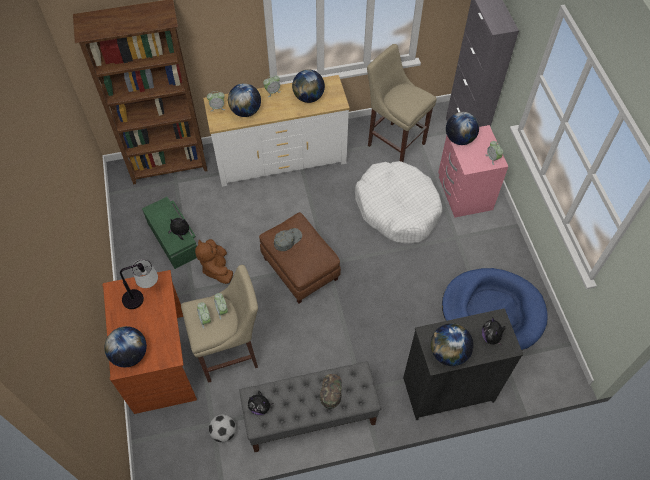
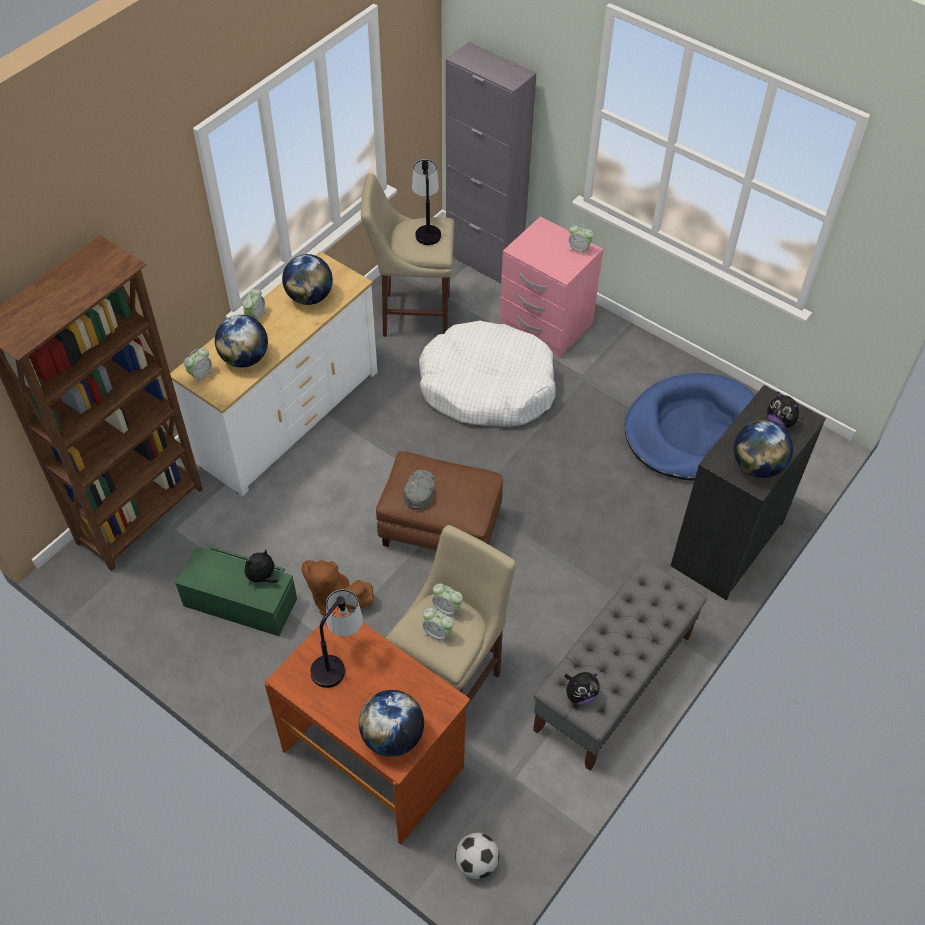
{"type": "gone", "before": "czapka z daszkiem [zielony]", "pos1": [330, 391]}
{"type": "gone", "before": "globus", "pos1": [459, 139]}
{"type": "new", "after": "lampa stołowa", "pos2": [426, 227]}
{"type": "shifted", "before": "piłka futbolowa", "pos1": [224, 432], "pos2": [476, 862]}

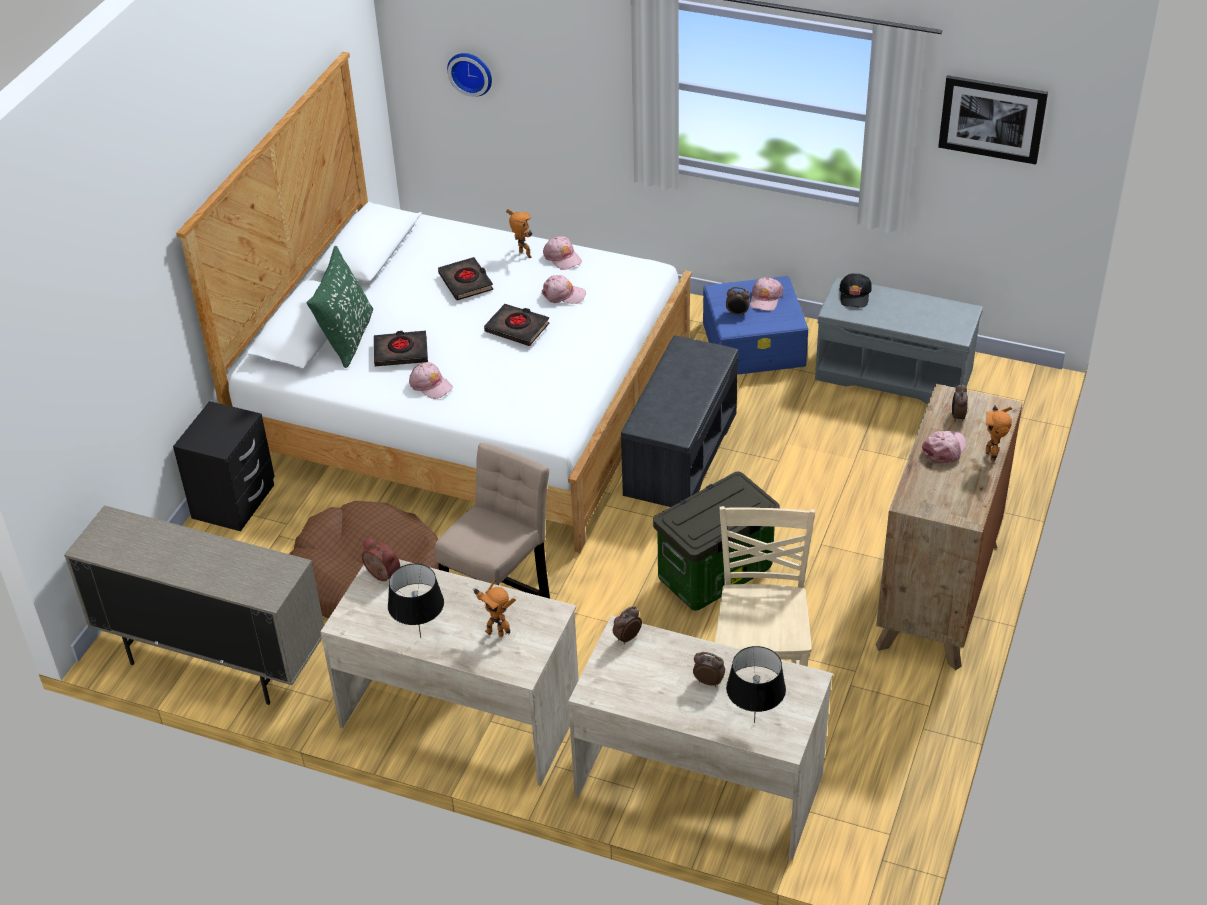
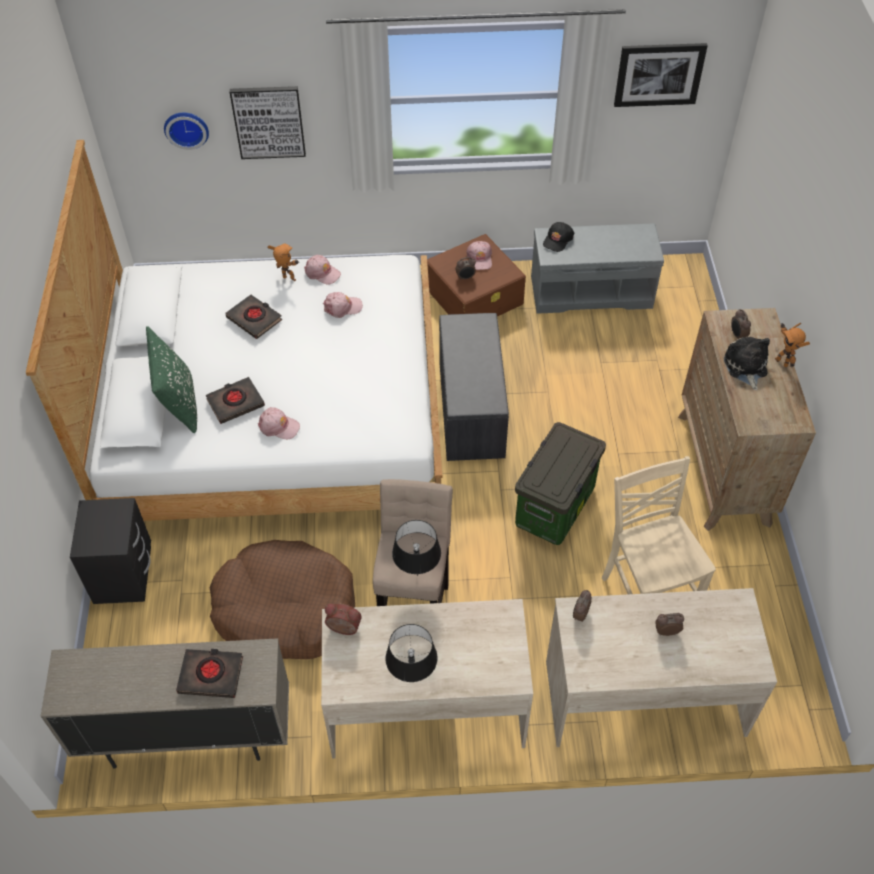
{"type": "gone", "before": "robot zabawkowy", "pos1": [495, 631]}
{"type": "new", "after": "obraz", "pos2": [268, 121]}
{"type": "shifted", "before": "książka [czarny]", "pos1": [517, 328], "pos2": [211, 675]}
{"type": "shifted", "before": "lampa stołowa [czarny]", "pos1": [753, 722], "pos2": [416, 575]}
{"type": "swapped", "before": "czapka z daszkiem [różowy]", "after": "pluszak", "pos1": [944, 449], "pos2": [745, 367]}
{"type": "repainted", "before": "pojemnik do przechowywania [niebieski]", "after": "pojemnik do przechowywania [brązowy]", "pos1": [754, 344], "pos2": [475, 295]}
{"type": "rotated", "before": "czapka z daszkiem [czarny]", "pos1": [855, 295], "pos2": [557, 240], "turn": 45}

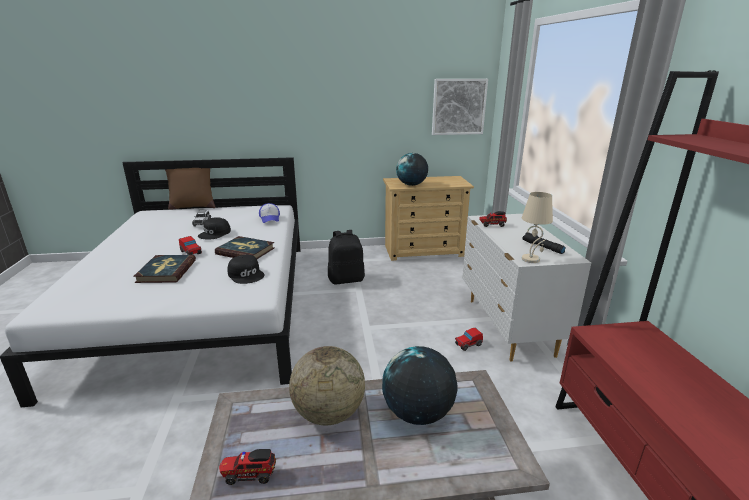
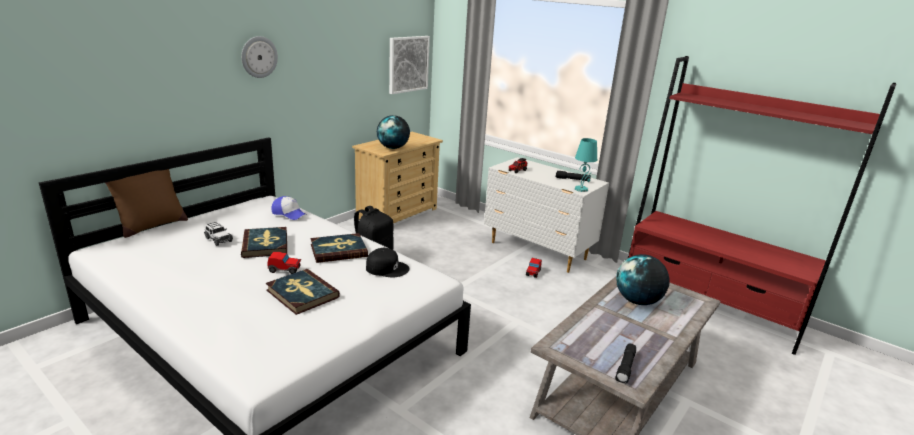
{"type": "gone", "before": "globus", "pos1": [328, 413]}
{"type": "new", "after": "zegar ścienny", "pos2": [259, 57]}
{"type": "swapped", "before": "czapka z daszkiem [czarny]", "after": "książka", "pos1": [215, 233], "pos2": [265, 245]}
{"type": "swapped", "before": "ciężarówka zabawkowa", "after": "latarka [czarny]", "pos1": [249, 474], "pos2": [626, 368]}
{"type": "repainted", "before": "lampa stołowa [beżowy]", "after": "lampa stołowa [turkusowy]", "pos1": [531, 259], "pos2": [581, 189]}

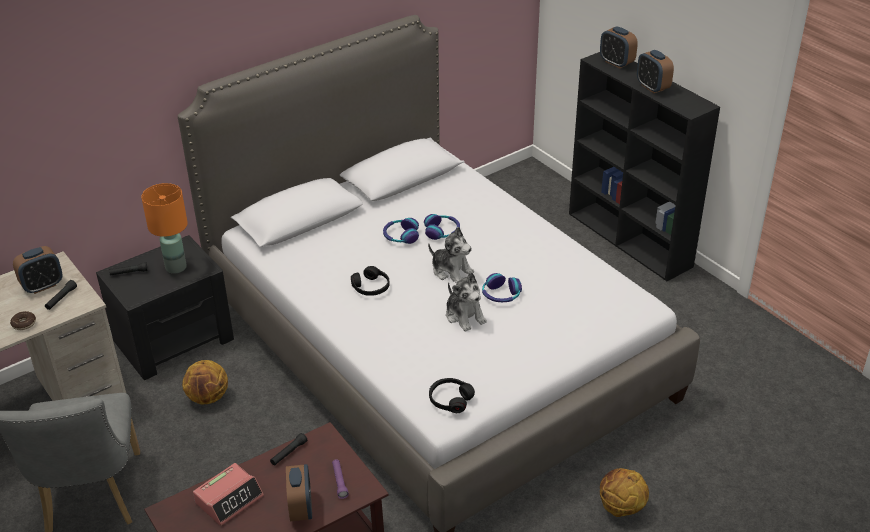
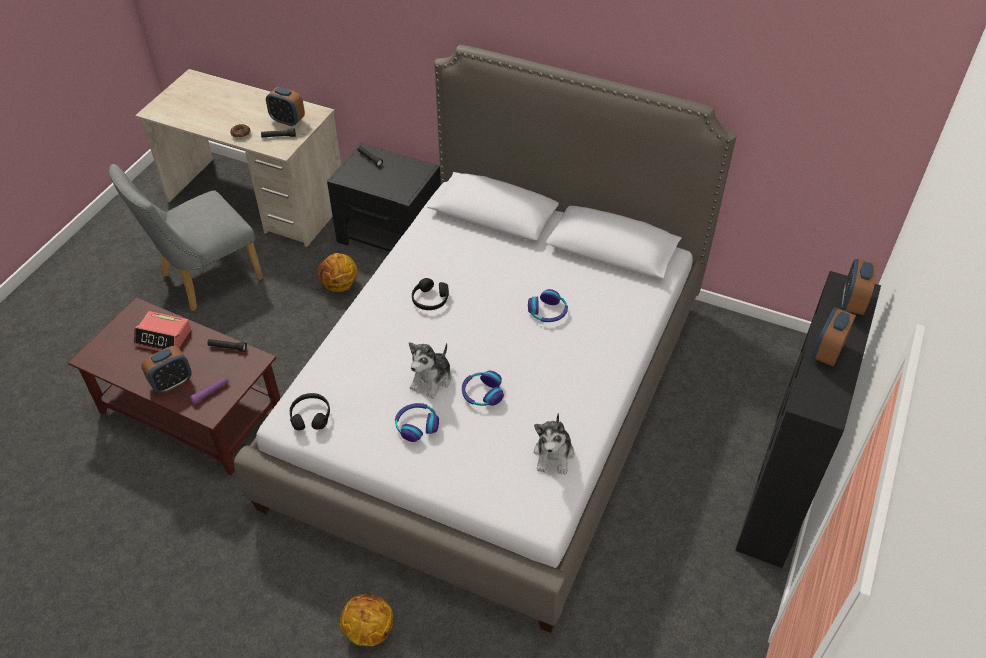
{"type": "gone", "before": "lampa stołowa [pomarańczowy]", "pos1": [175, 267]}
{"type": "shifted", "before": "słuchawki", "pos1": [401, 236], "pos2": [416, 425]}
{"type": "shifted", "before": "pluszak", "pos1": [451, 271], "pos2": [554, 454]}

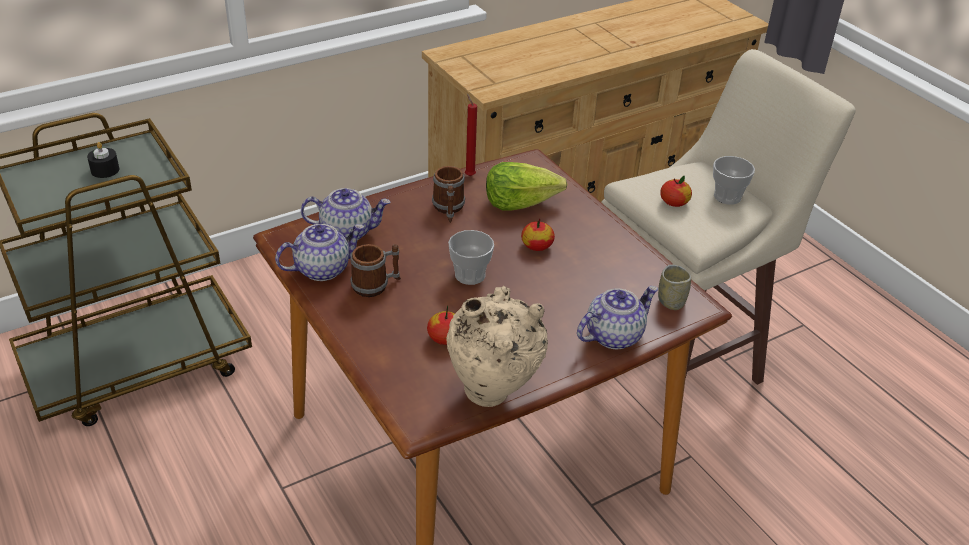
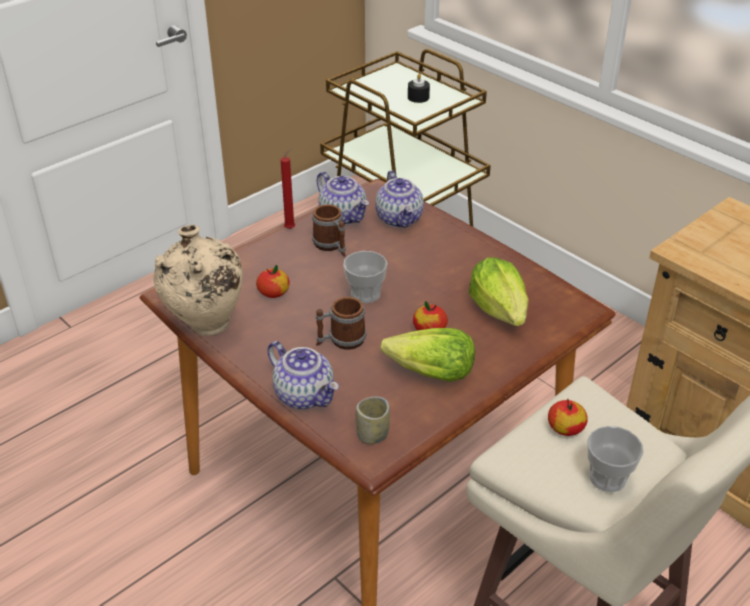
{"type": "new", "after": "sałata", "pos2": [431, 373]}
{"type": "shifted", "before": "kubek", "pos1": [448, 209], "pos2": [341, 340]}
{"type": "shifted", "before": "świeca [czerwony]", "pos1": [469, 175], "pos2": [291, 228]}

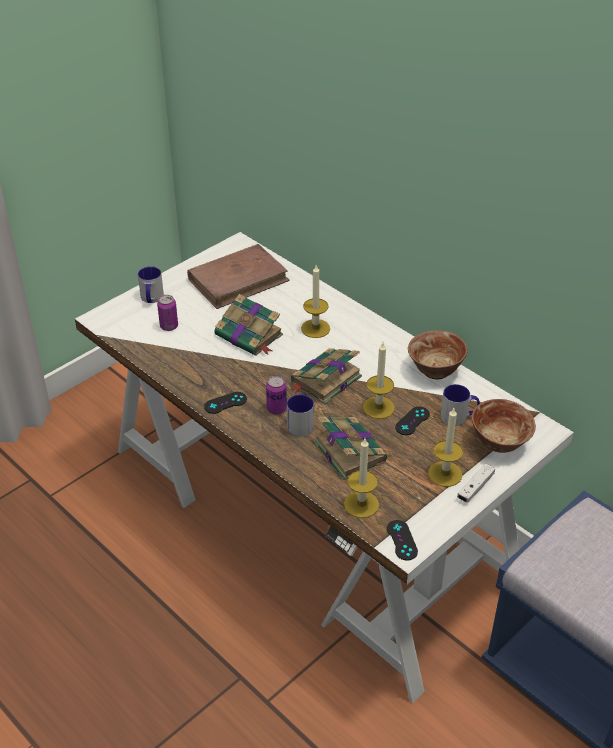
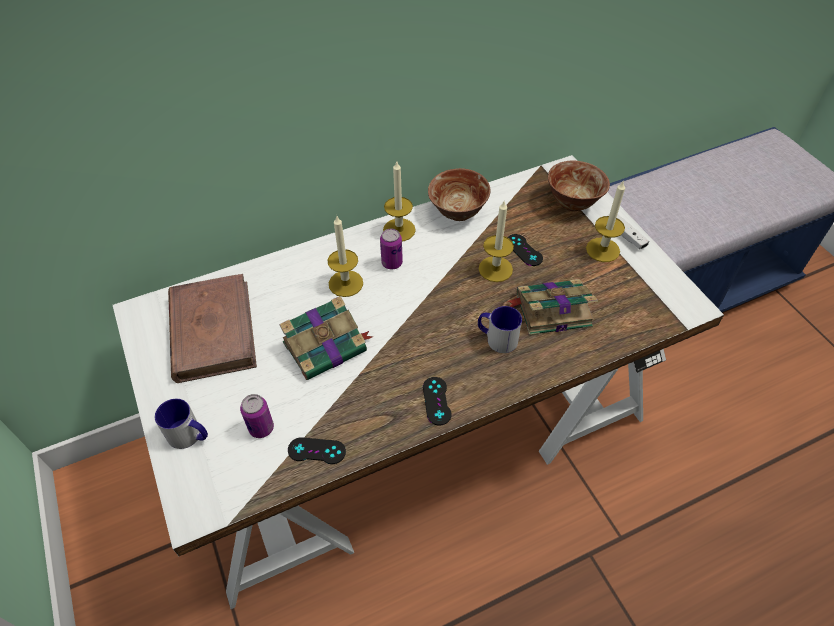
{"type": "gone", "before": "książka", "pos1": [325, 380]}
{"type": "gone", "before": "kubek", "pos1": [459, 417]}
{"type": "shifted", "before": "puszka", "pos1": [276, 409], "pos2": [392, 263]}
{"type": "shifted", "before": "świeca", "pos1": [361, 504], "pos2": [399, 230]}
{"type": "shifted", "before": "pad do gier [czarny]", "pos1": [402, 540], "pos2": [316, 451]}

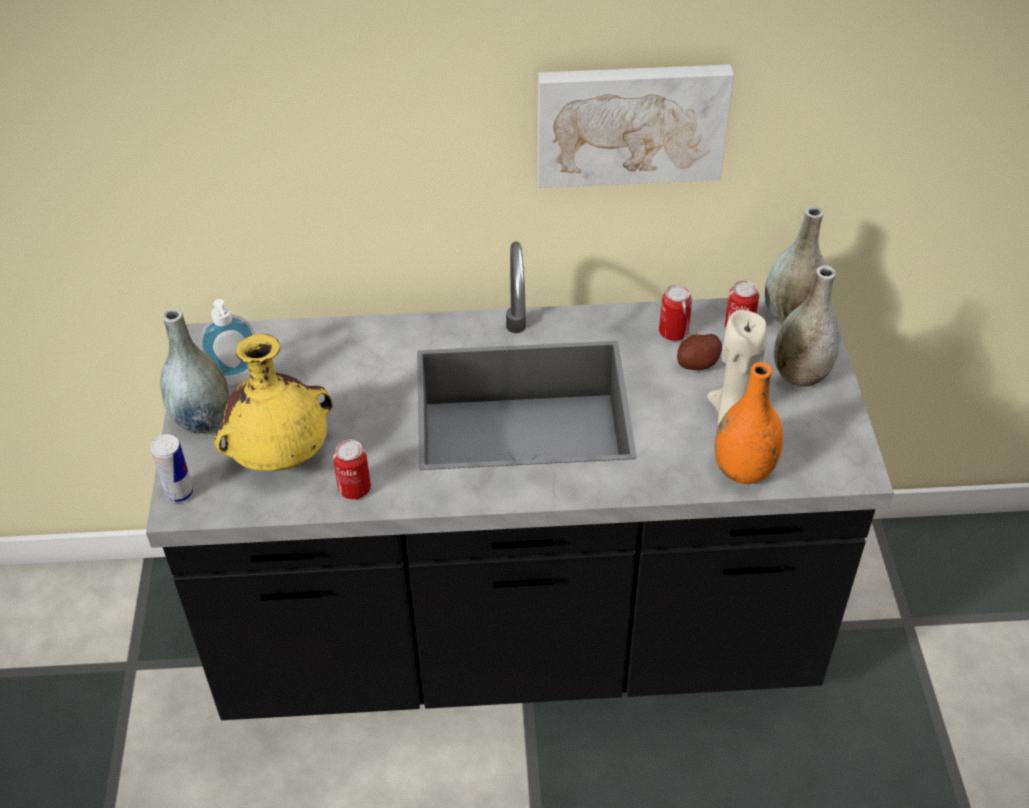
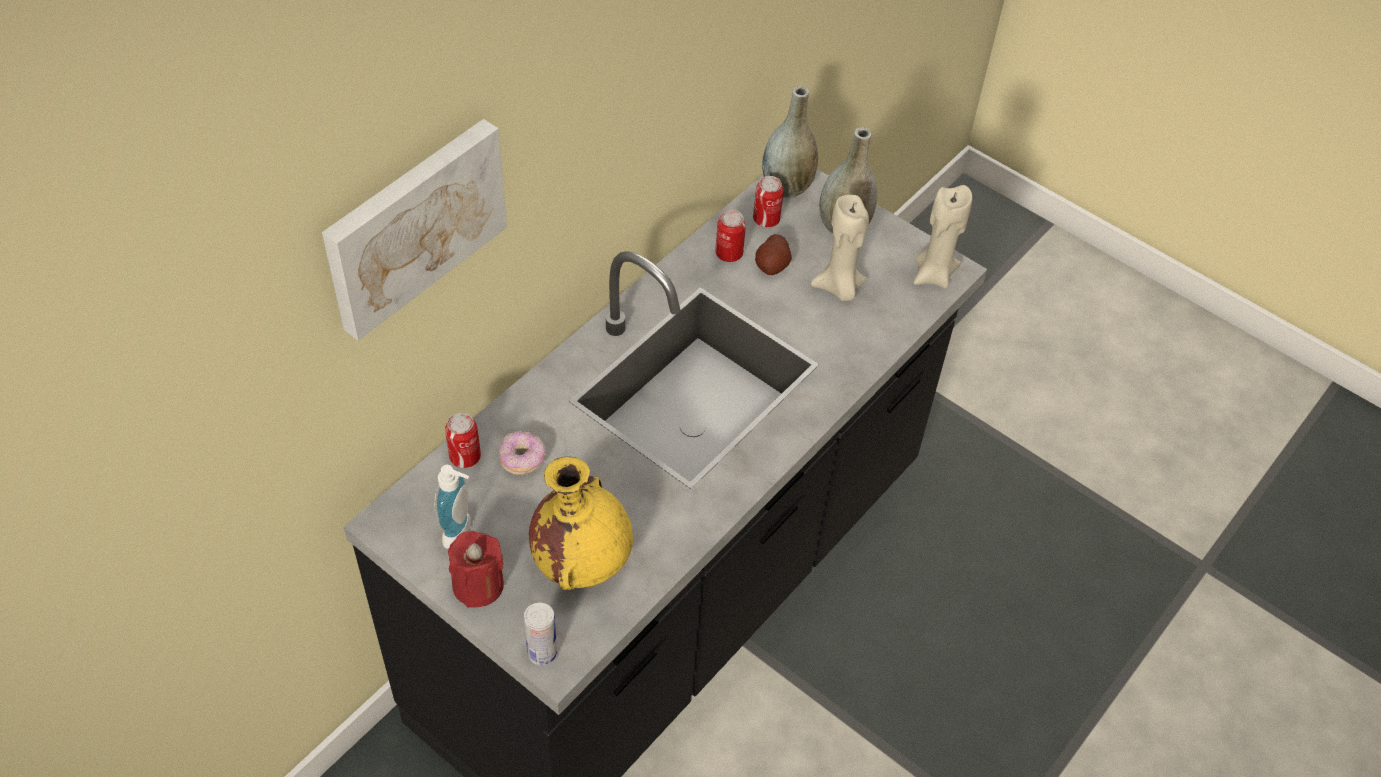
{"type": "gone", "before": "wazon [pomarańczowy]", "pos1": [743, 470]}
{"type": "new", "after": "donut", "pos2": [522, 459]}
{"type": "new", "after": "świeca [beżowy]", "pos2": [933, 275]}
{"type": "shifted", "before": "puszka", "pos1": [354, 489], "pos2": [465, 457]}
{"type": "shifted", "before": "obraz", "pos1": [631, 122], "pos2": [413, 224]}
{"type": "swapped", "before": "wazon [szary]", "after": "świeca [czerwony]", "pos1": [202, 420], "pos2": [478, 585]}

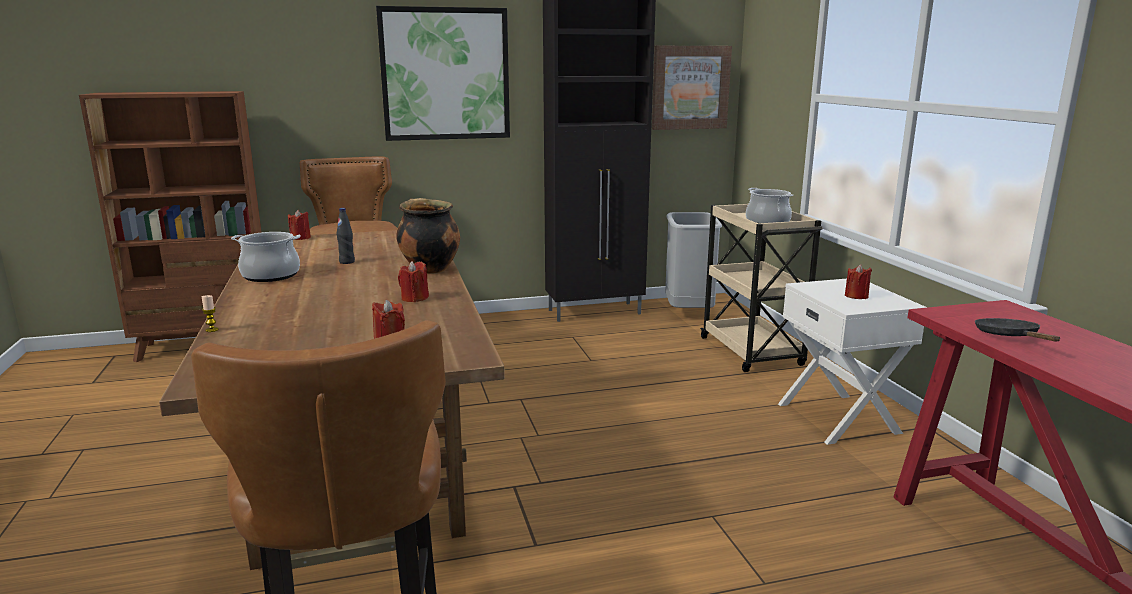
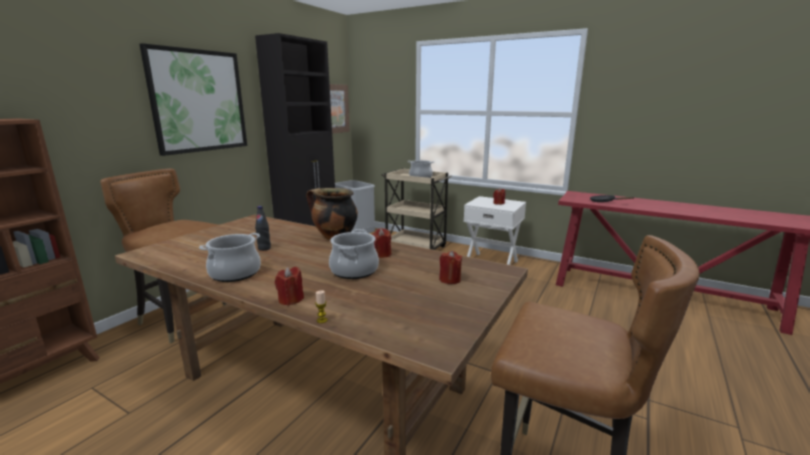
{"type": "new", "after": "garnek", "pos2": [354, 271]}
{"type": "shifted", "before": "świeca [czerwony]", "pos1": [300, 238], "pos2": [290, 299]}

